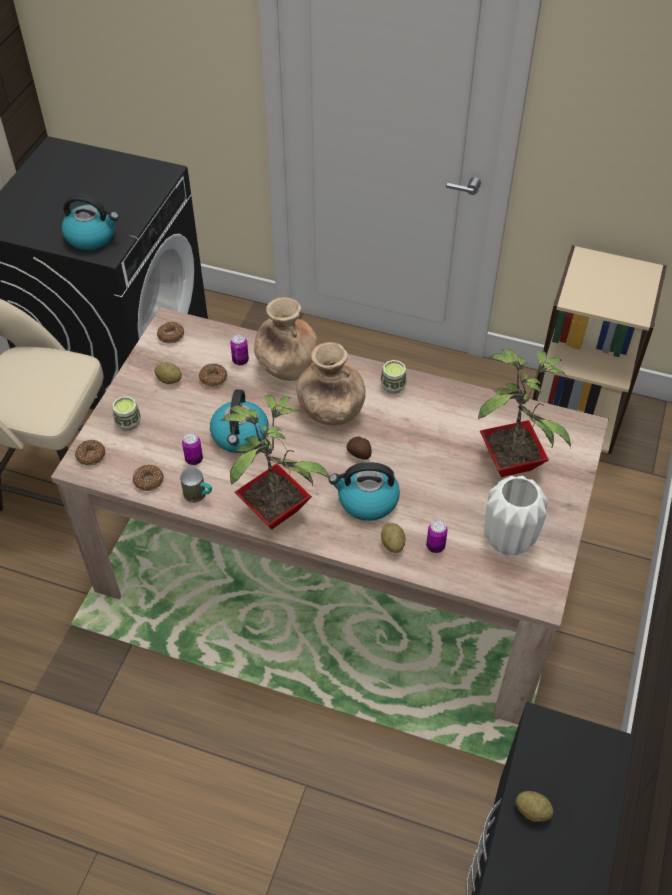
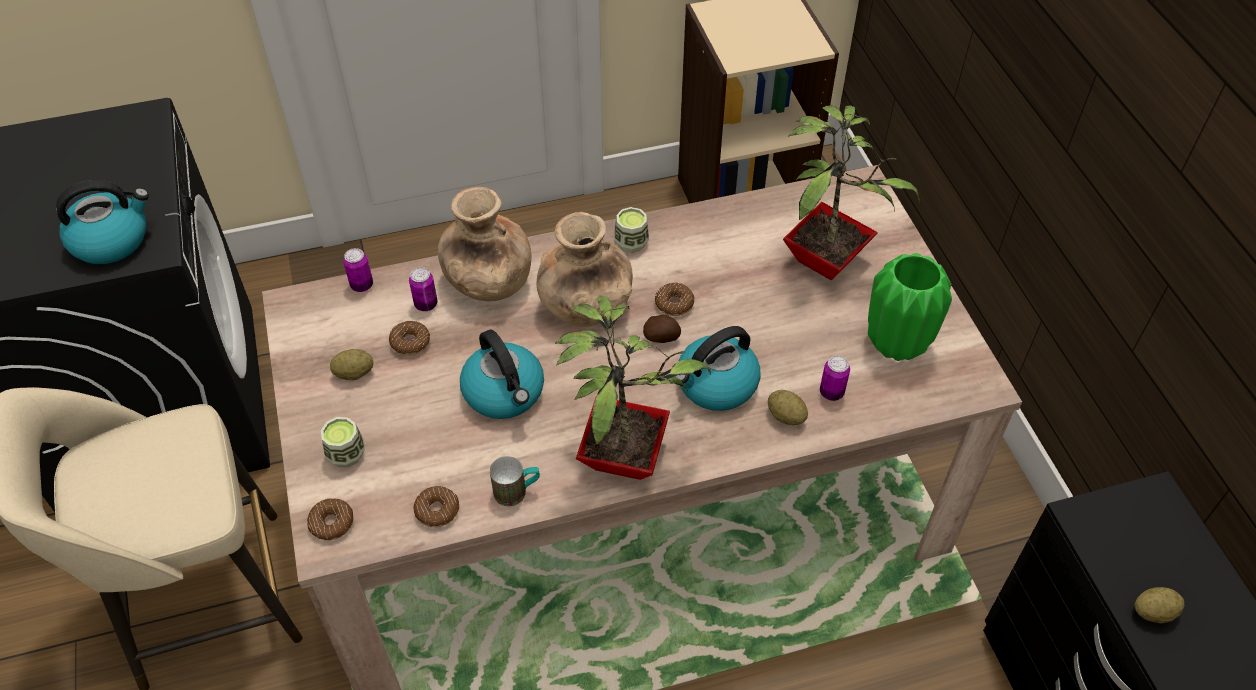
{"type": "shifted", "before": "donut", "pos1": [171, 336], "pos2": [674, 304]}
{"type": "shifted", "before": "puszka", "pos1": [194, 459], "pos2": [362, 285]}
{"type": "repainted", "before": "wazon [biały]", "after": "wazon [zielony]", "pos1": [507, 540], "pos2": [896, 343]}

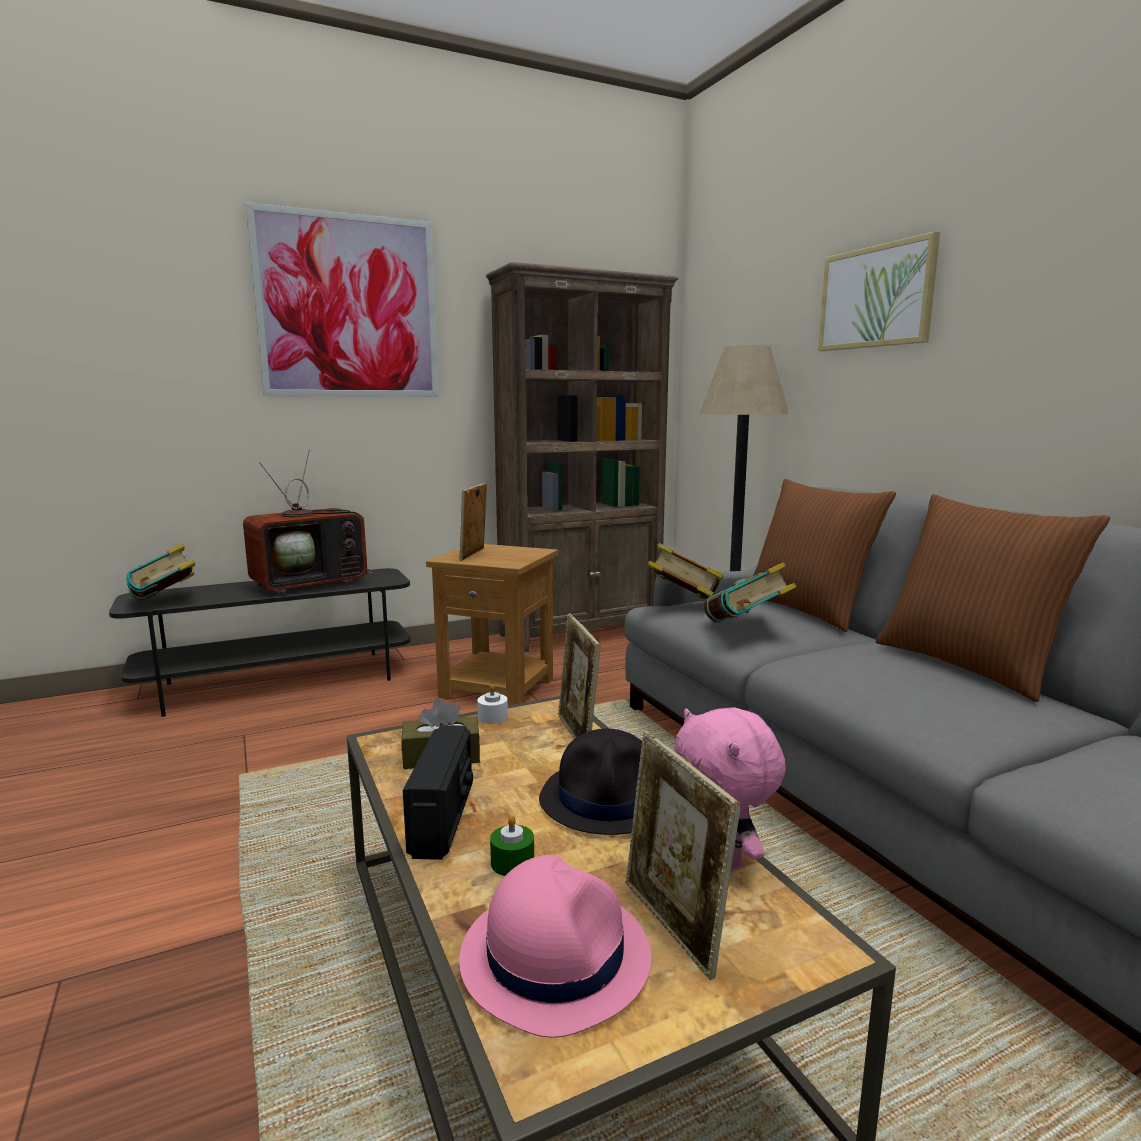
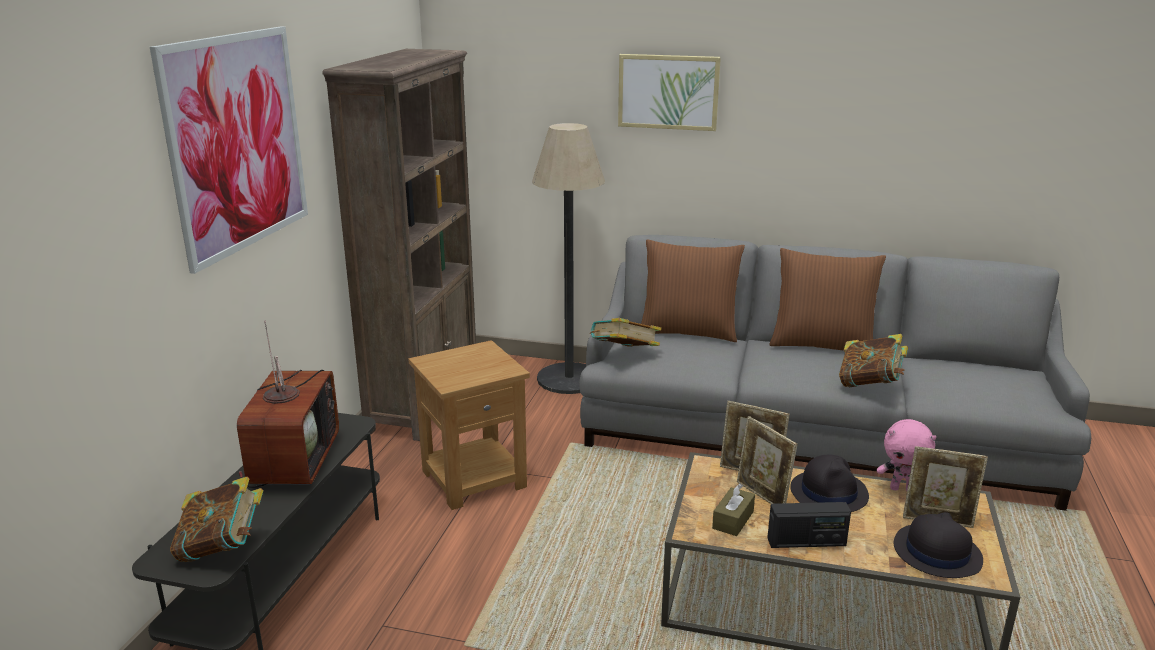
{"type": "gone", "before": "świeca [biały]", "pos1": [492, 717]}
{"type": "gone", "before": "świeca [zielony]", "pos1": [512, 862]}
{"type": "shifted", "before": "ramka na zdjęcie", "pos1": [474, 555], "pos2": [762, 496]}
{"type": "shifted", "before": "książka", "pos1": [746, 628], "pos2": [870, 384]}
{"type": "repainted", "before": "kapelusz [różowy]", "after": "kapelusz [czarny]", "pos1": [555, 955], "pos2": [936, 552]}
{"type": "rotated", "before": "radio", "pos1": [443, 819], "pos2": [806, 542], "turn": 135}

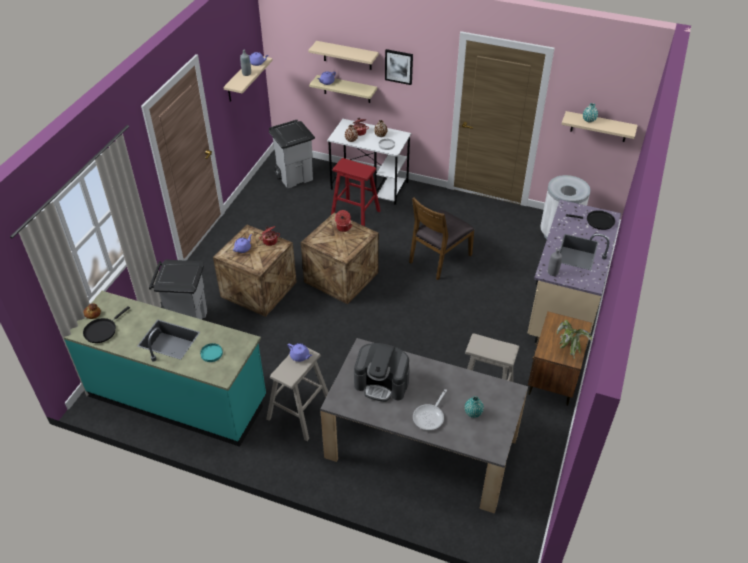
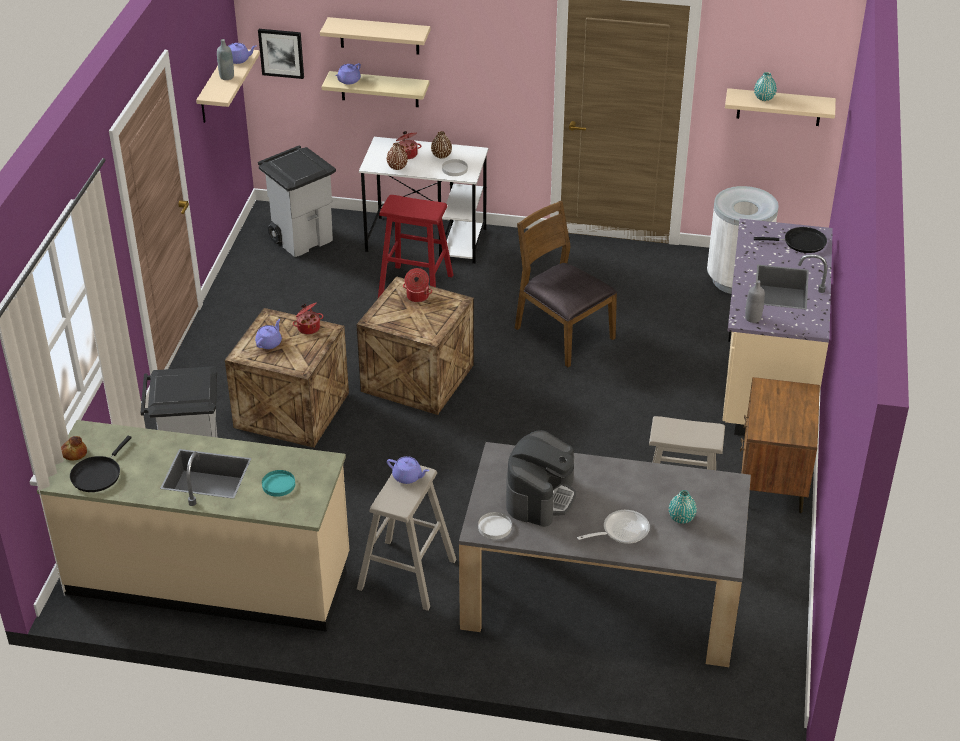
{"type": "gone", "before": "roślina doniczkowa", "pos1": [569, 346]}
{"type": "new", "after": "talerz [biały]", "pos2": [494, 527]}
{"type": "shifted", "before": "obraz", "pos1": [399, 66], "pos2": [281, 53]}
{"type": "repainted", "before": "zabudowa kuchenna [turkusowy]", "after": "zabudowa kuchenna [beżowy]", "pos1": [178, 396], "pos2": [209, 576]}
{"type": "rotated", "before": "ekspres do kawy", "pos1": [382, 383], "pos2": [540, 496], "turn": -75}
{"type": "rotated", "before": "krzesło [brązowy]", "pos1": [439, 258], "pos2": [562, 333], "turn": 105}
{"type": "rotated", "before": "patelnia", "pos1": [430, 417], "pos2": [621, 531], "turn": -135}

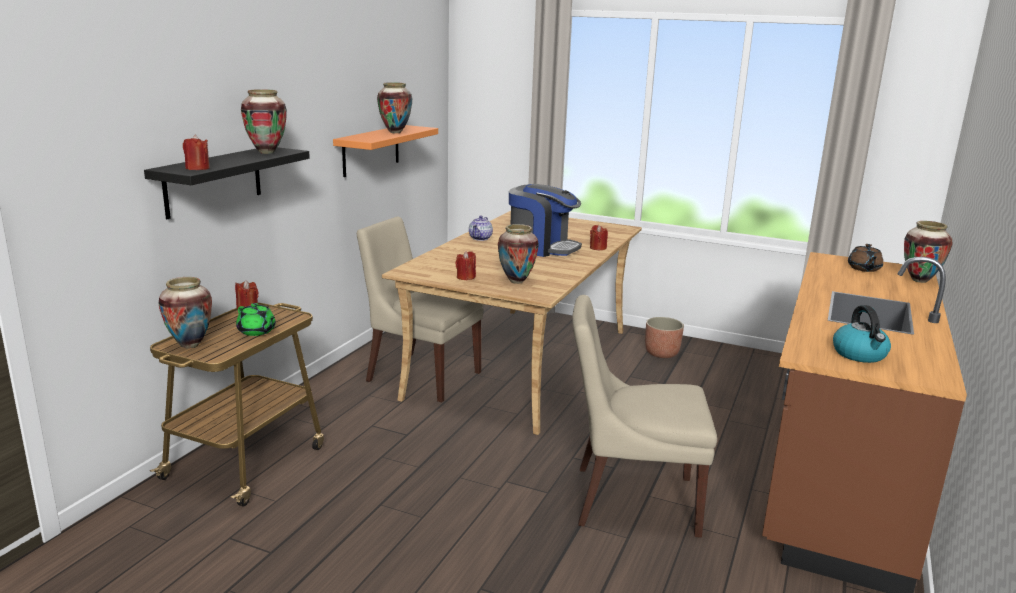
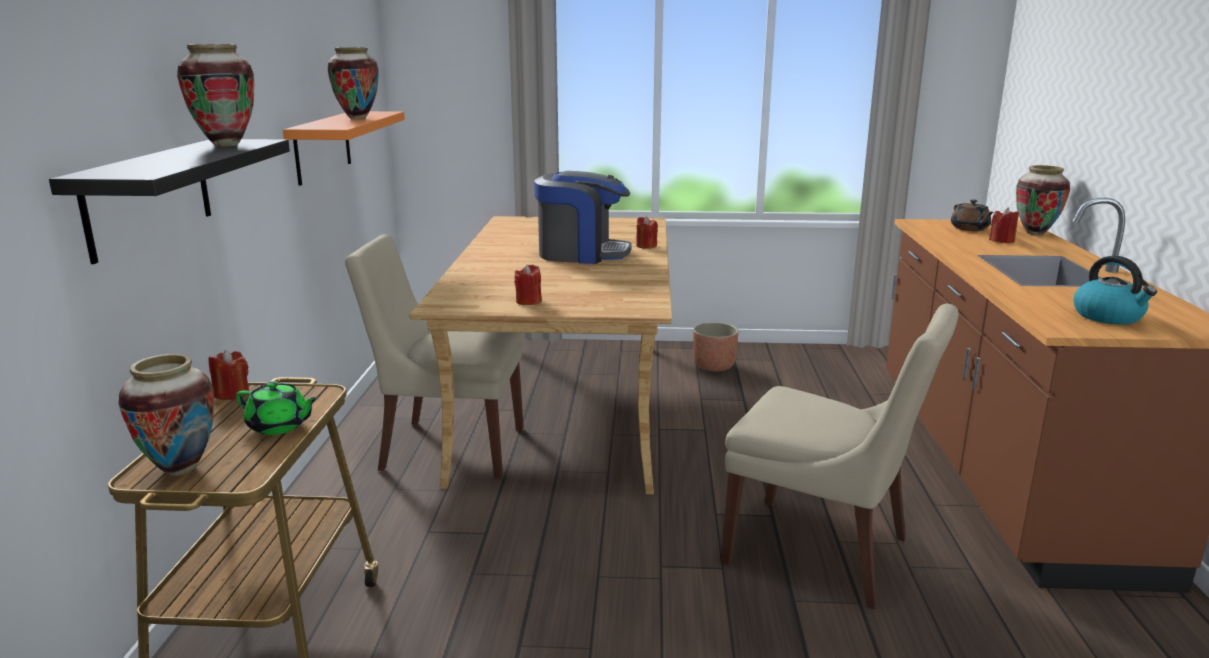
{"type": "gone", "before": "imbryk", "pos1": [480, 238]}
{"type": "gone", "before": "wazon", "pos1": [516, 281]}
{"type": "shifted", "before": "świeca [czerwony]", "pos1": [197, 168], "pos2": [1002, 241]}
{"type": "rotated", "before": "krzesło [beżowy]", "pos1": [630, 500], "pos2": [823, 552], "turn": -135}

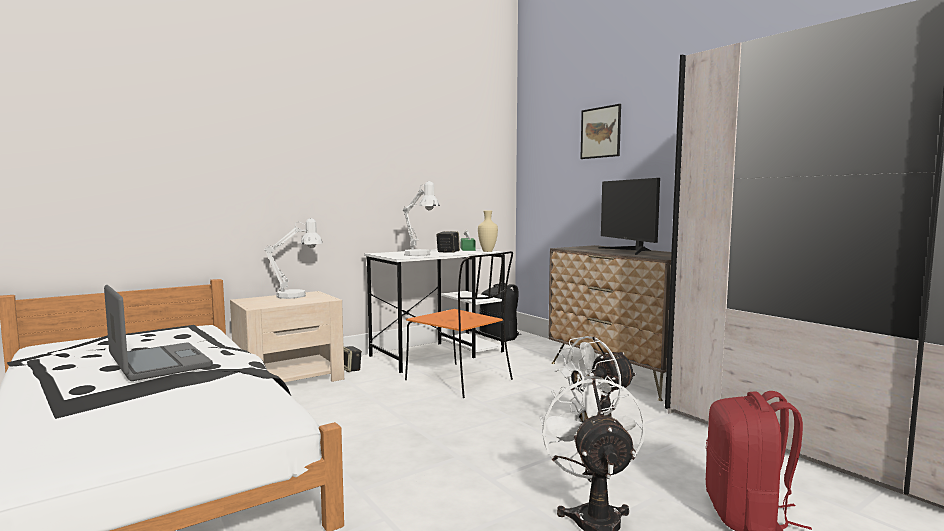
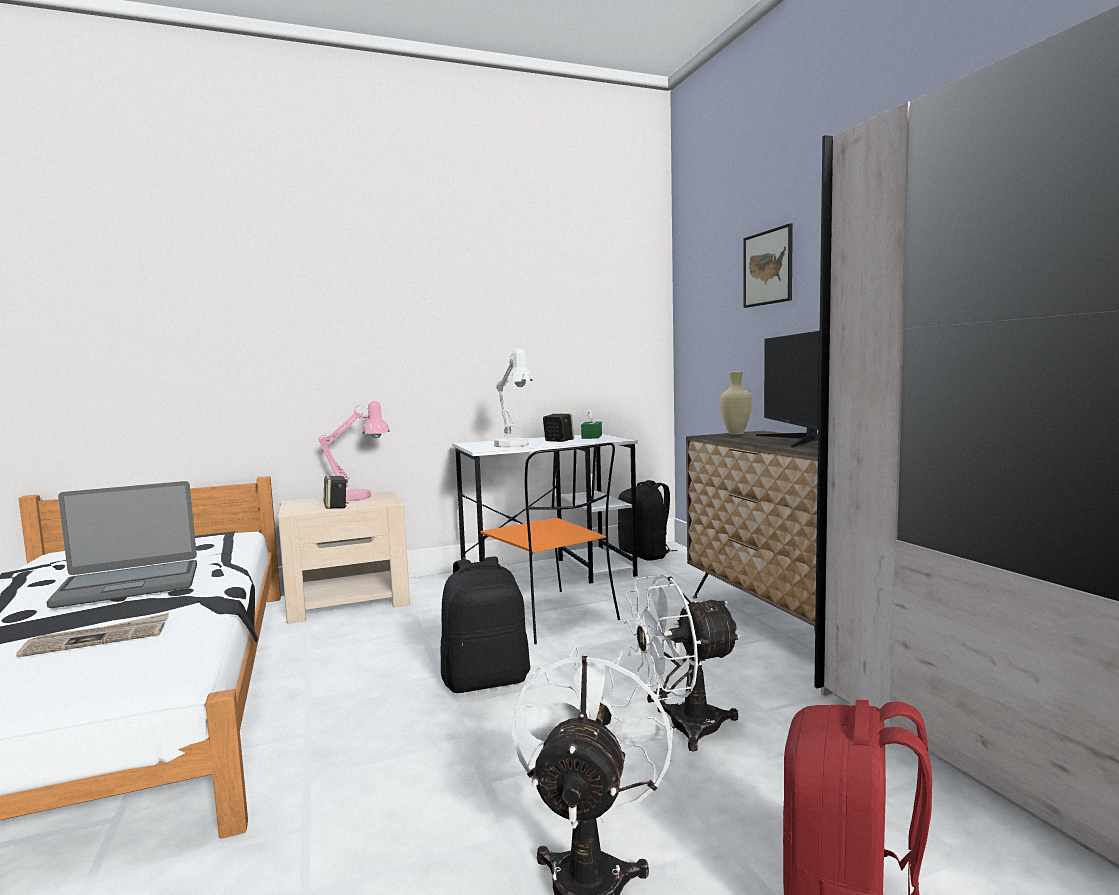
{"type": "new", "after": "gazeta", "pos2": [99, 639]}
{"type": "new", "after": "plecak [czarny]", "pos2": [486, 680]}
{"type": "shifted", "before": "głośnik", "pos1": [351, 369], "pos2": [336, 506]}
{"type": "shifted", "before": "wazon [beżowy]", "pos1": [487, 251], "pos2": [734, 434]}
{"type": "repainted", "before": "lampa stołowa [biały]", "after": "lampa stołowa [różowy]", "pos1": [298, 295], "pos2": [361, 497]}
{"type": "rotated", "before": "laptop", "pos1": [158, 363], "pos2": [129, 584], "turn": 90}

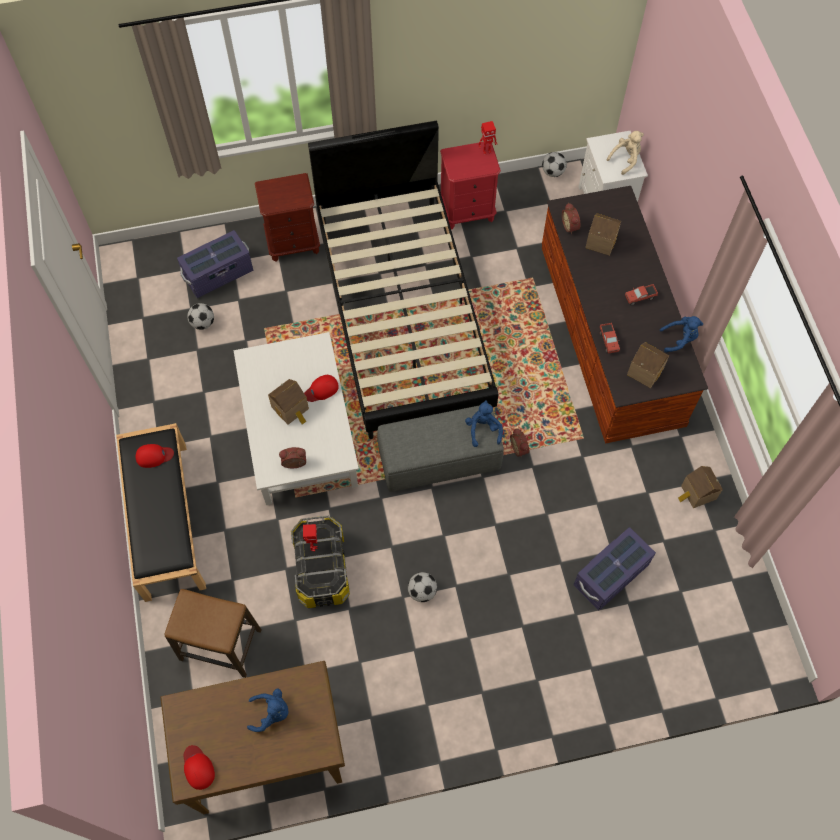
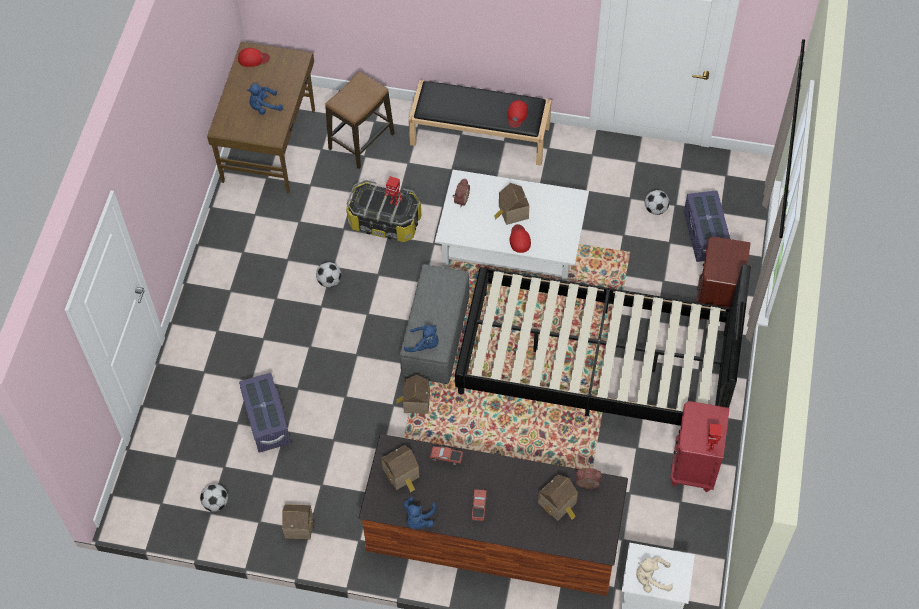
{"type": "shifted", "before": "piłka futbolowa", "pos1": [553, 172], "pos2": [215, 503]}
{"type": "swapped", "before": "budzik", "after": "domek", "pos1": [520, 448], "pos2": [415, 402]}
{"type": "rotated", "before": "pluszak [niebieski]", "pos1": [271, 713], "pos2": [264, 107], "turn": 45}
{"type": "rotated", "before": "pluszak [beżowy]", "pos1": [625, 159], "pos2": [651, 579], "turn": 105}

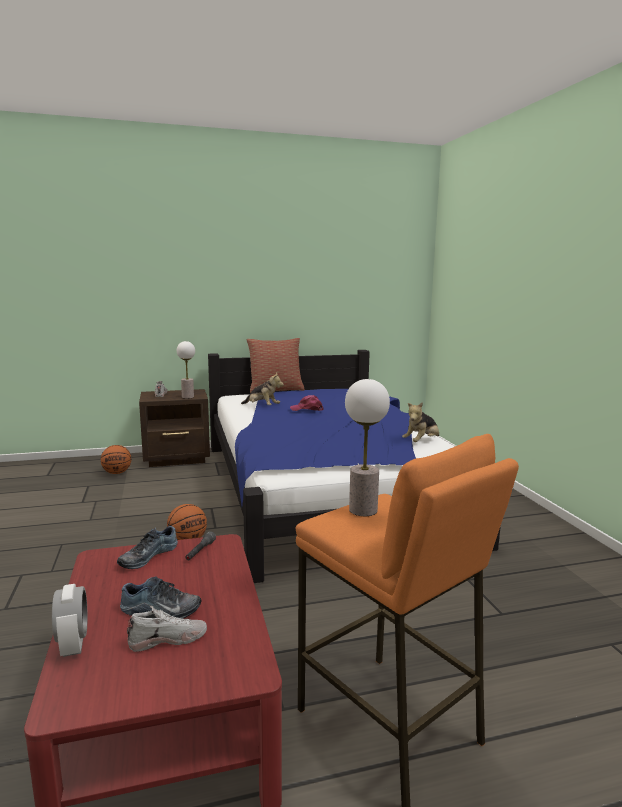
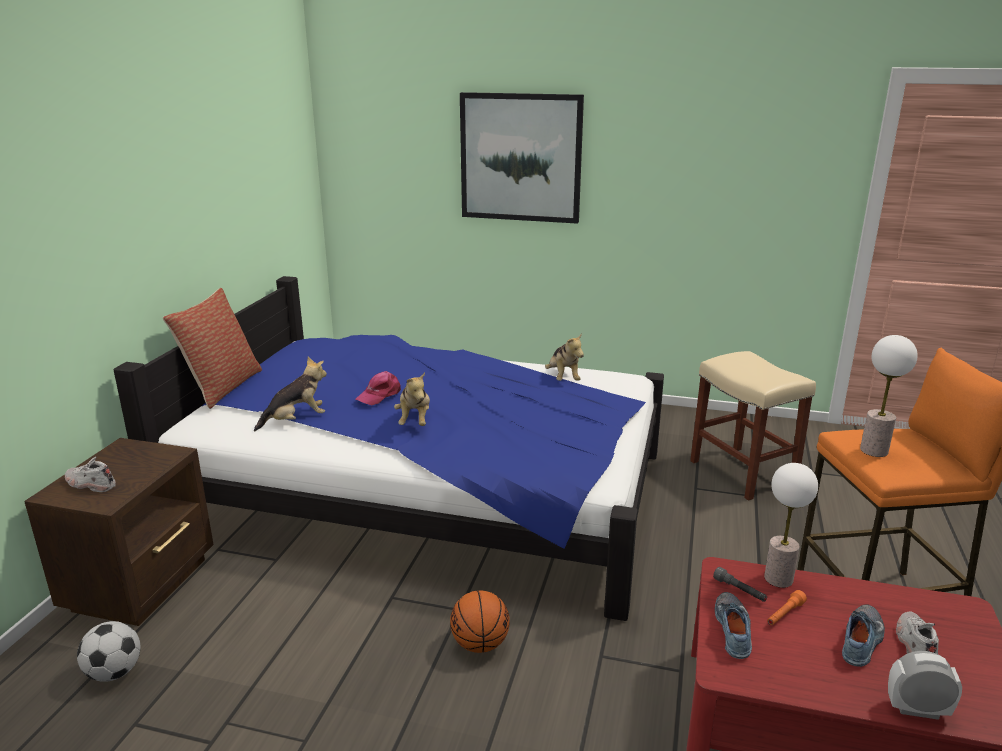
{"type": "new", "after": "pluszak", "pos2": [414, 420]}
{"type": "new", "after": "obraz", "pos2": [520, 158]}
{"type": "new", "after": "stołek [beżowy]", "pos2": [744, 473]}
{"type": "new", "after": "latarka [pomarańczowy]", "pos2": [784, 614]}
{"type": "shifted", "before": "lampa stołowa", "pos1": [187, 397], "pos2": [778, 578]}
{"type": "swapped", "before": "piłka do koszykówki", "after": "piłka futbolowa", "pos1": [117, 473], "pos2": [114, 672]}
{"type": "rotated", "before": "but", "pos1": [147, 556], "pos2": [735, 630], "turn": -150}

